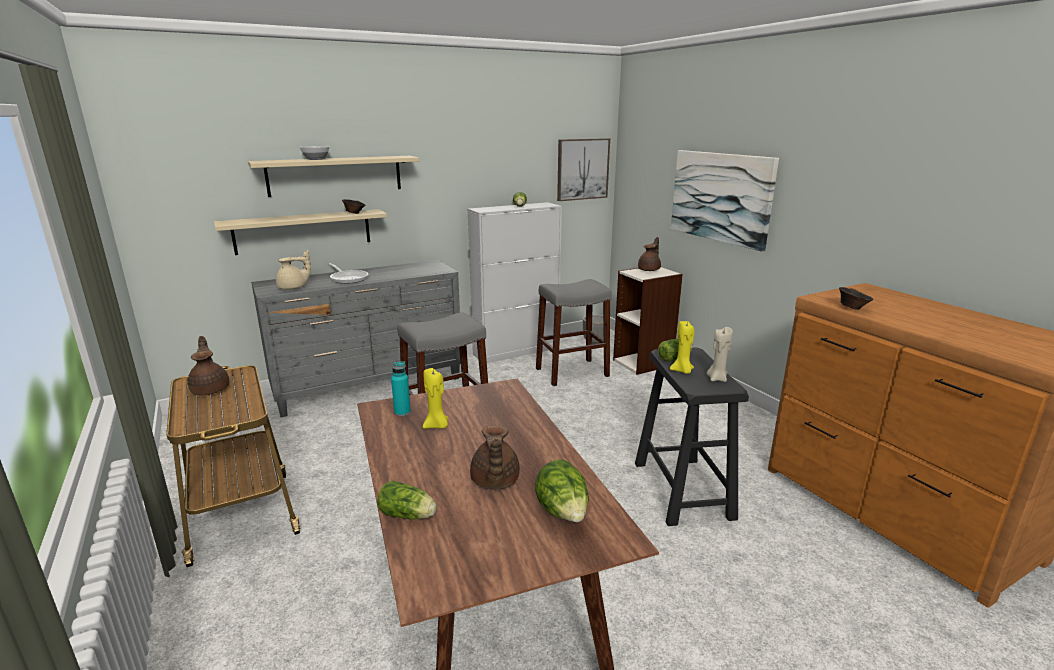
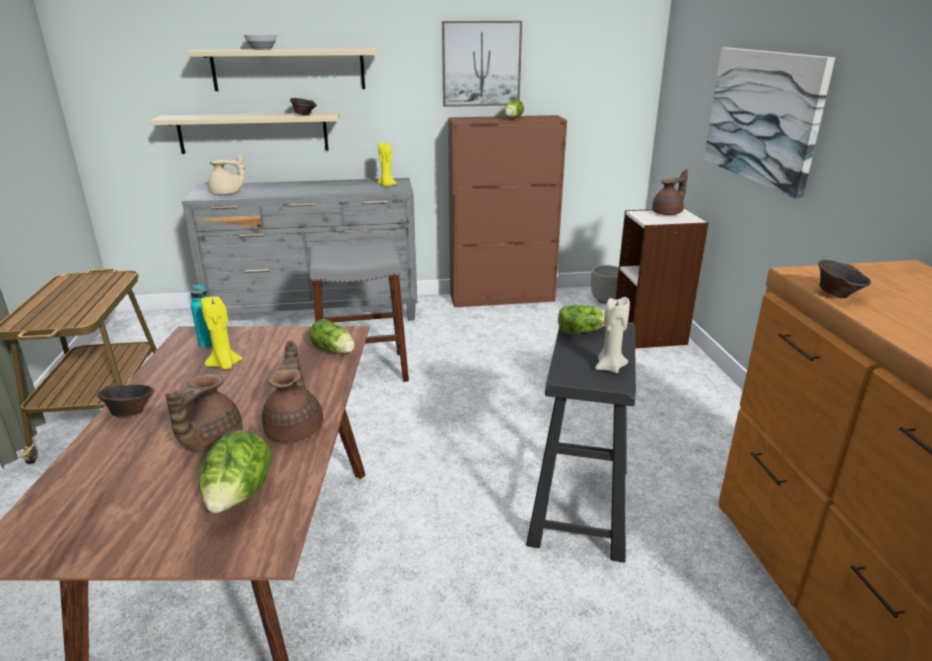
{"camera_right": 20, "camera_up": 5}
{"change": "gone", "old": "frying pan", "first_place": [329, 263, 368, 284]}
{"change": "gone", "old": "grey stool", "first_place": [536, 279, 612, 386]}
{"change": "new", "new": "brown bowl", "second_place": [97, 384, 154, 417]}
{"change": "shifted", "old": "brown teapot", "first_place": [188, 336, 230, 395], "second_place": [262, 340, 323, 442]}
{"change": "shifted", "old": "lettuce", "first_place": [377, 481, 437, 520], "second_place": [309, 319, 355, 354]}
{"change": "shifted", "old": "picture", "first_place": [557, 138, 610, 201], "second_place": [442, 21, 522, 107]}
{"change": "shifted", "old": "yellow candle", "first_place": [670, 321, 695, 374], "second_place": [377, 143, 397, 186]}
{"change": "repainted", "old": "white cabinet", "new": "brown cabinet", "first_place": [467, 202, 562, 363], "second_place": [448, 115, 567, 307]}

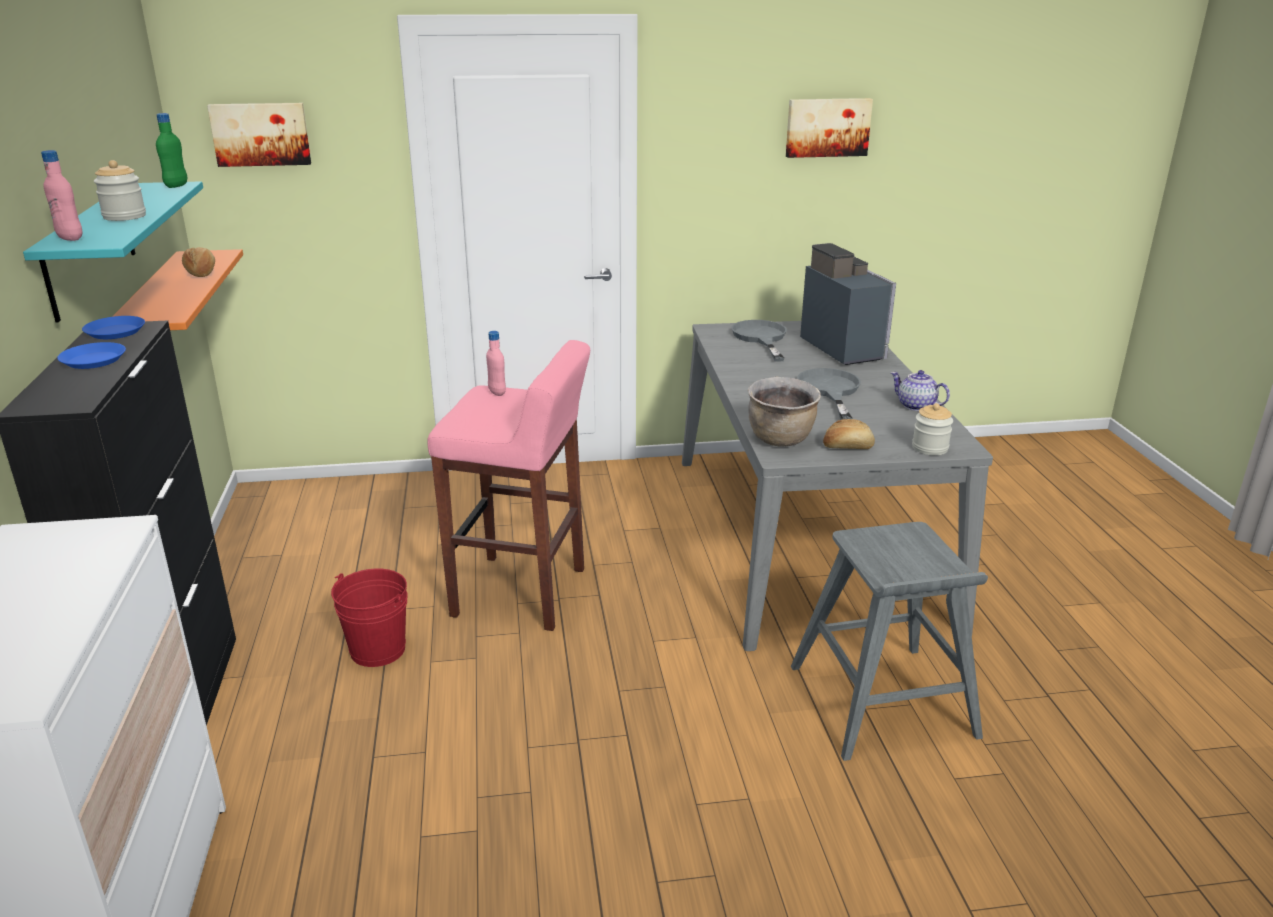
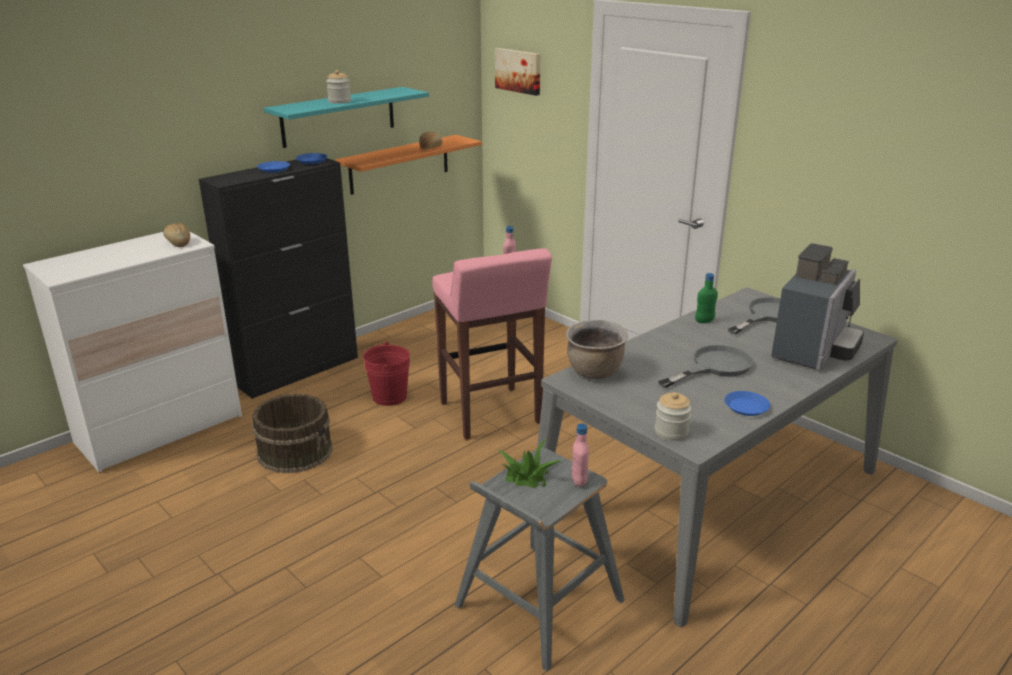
{"camera_right": 55, "camera_up": 0}
{"change": "gone", "old": "picture", "first_place": [786, 98, 873, 158]}
{"change": "new", "new": "brown bucket", "second_place": [252, 394, 333, 473]}
{"change": "new", "new": "potted plant", "second_place": [496, 438, 561, 488]}
{"change": "shifted", "old": "pink bottle", "first_place": [41, 150, 83, 241], "second_place": [572, 423, 589, 487]}
{"change": "shifted", "old": "green bottle", "first_place": [156, 113, 187, 188], "second_place": [695, 273, 718, 323]}
{"change": "shifted", "old": "bread", "first_place": [823, 419, 875, 449], "second_place": [163, 223, 190, 247]}
{"change": "swapped", "old": "teapot", "new": "blue plate", "first_place": [891, 370, 950, 411], "second_place": [724, 391, 770, 416]}

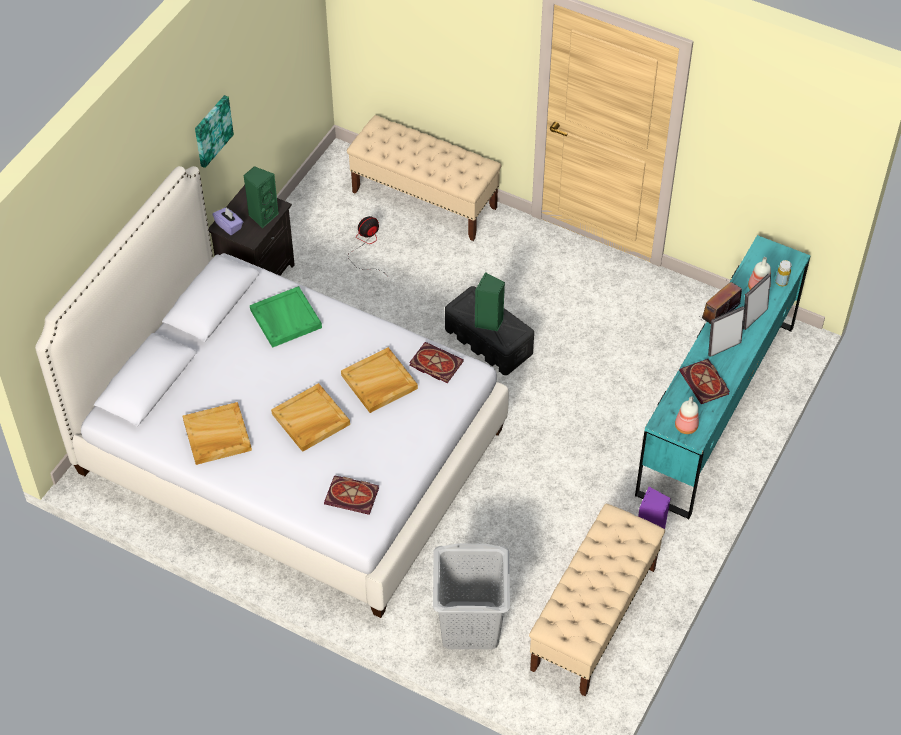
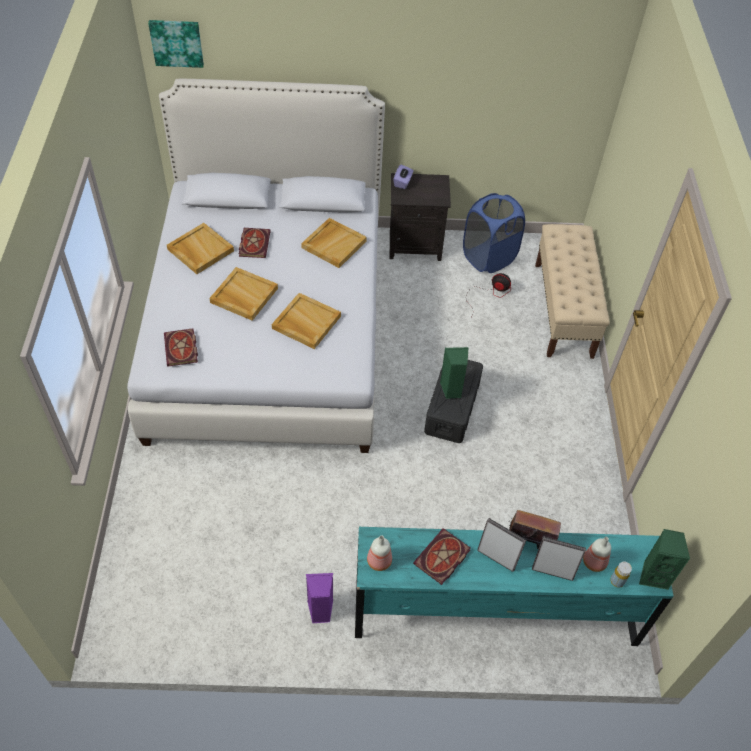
{"camera_right": 60, "camera_up": 0}
{"change": "gone", "old": "grey laundry basket", "first_place": [433, 544, 510, 649]}
{"change": "gone", "old": "beige bench", "first_place": [529, 503, 665, 697]}
{"change": "new", "new": "blue laundry basket", "second_place": [463, 193, 525, 273]}
{"change": "shifted", "old": "picture", "first_place": [195, 95, 234, 168], "second_place": [148, 20, 204, 68]}
{"change": "shifted", "old": "green speaker", "first_place": [243, 166, 279, 228], "second_place": [639, 529, 690, 590]}
{"change": "shifted", "old": "book", "first_place": [409, 342, 464, 383], "second_place": [239, 228, 271, 258]}
{"change": "repainted", "old": "green tray", "new": "beige tray", "first_place": [250, 286, 322, 348], "second_place": [301, 218, 367, 268]}

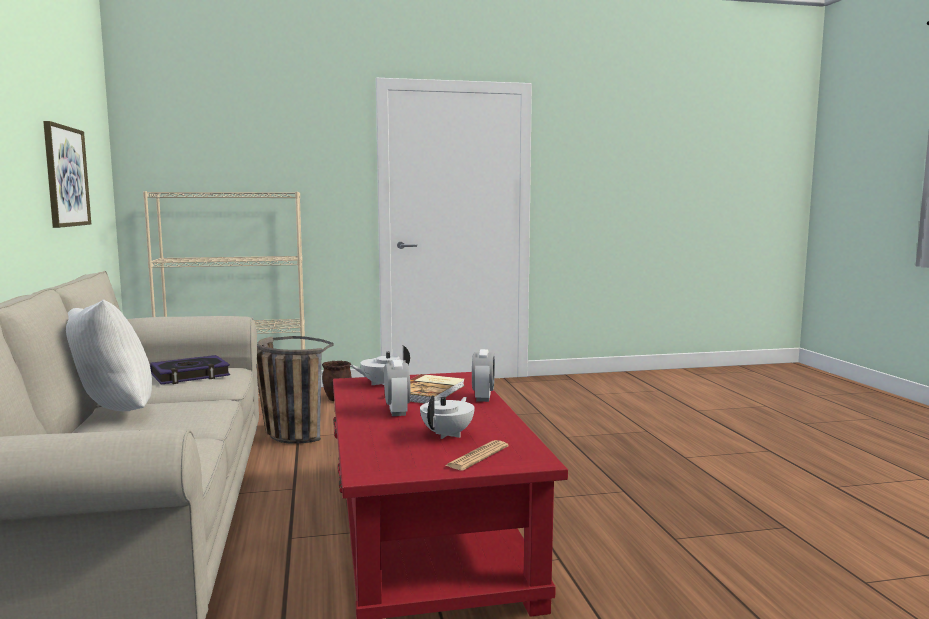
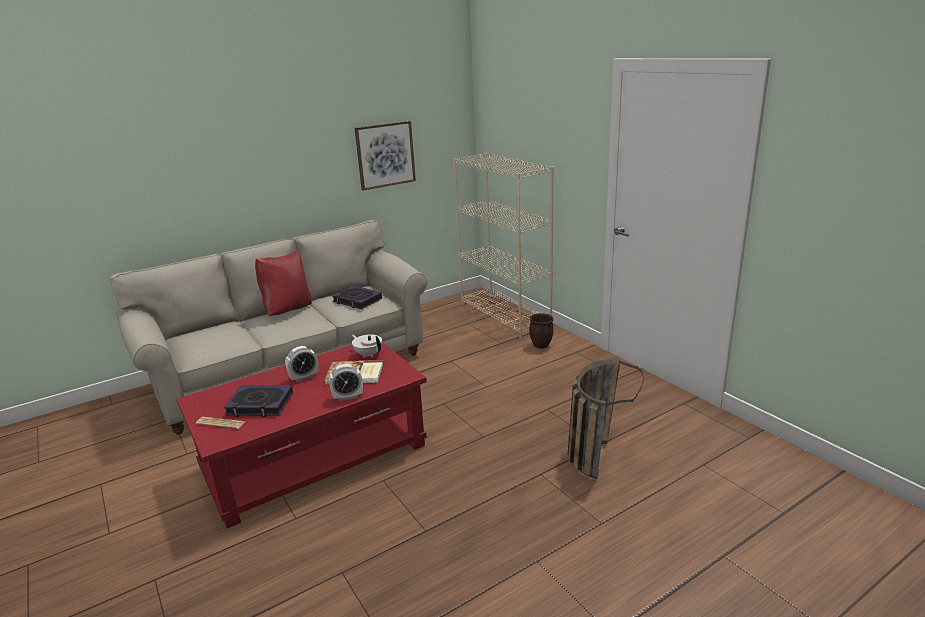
{"camera_right": 70, "camera_up": 15}
{"change": "shifted", "old": "basket", "first_place": [257, 336, 334, 444], "second_place": [568, 359, 644, 479]}
{"change": "swapped", "old": "white teapot", "new": "book", "first_place": [420, 396, 475, 439], "second_place": [224, 385, 293, 417]}
{"change": "repainted", "old": "white pillow", "new": "red pillow", "first_place": [66, 299, 152, 411], "second_place": [255, 251, 312, 316]}

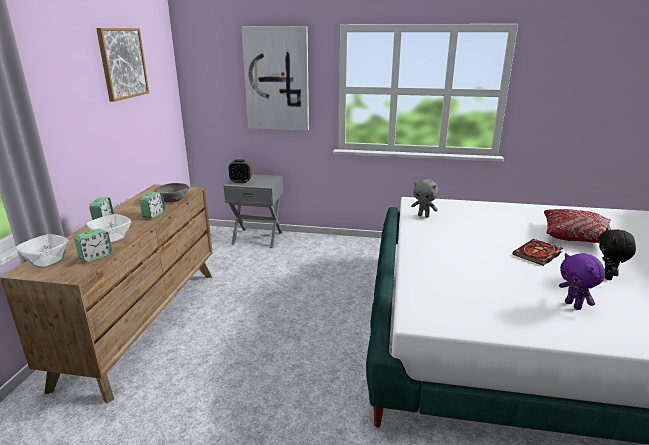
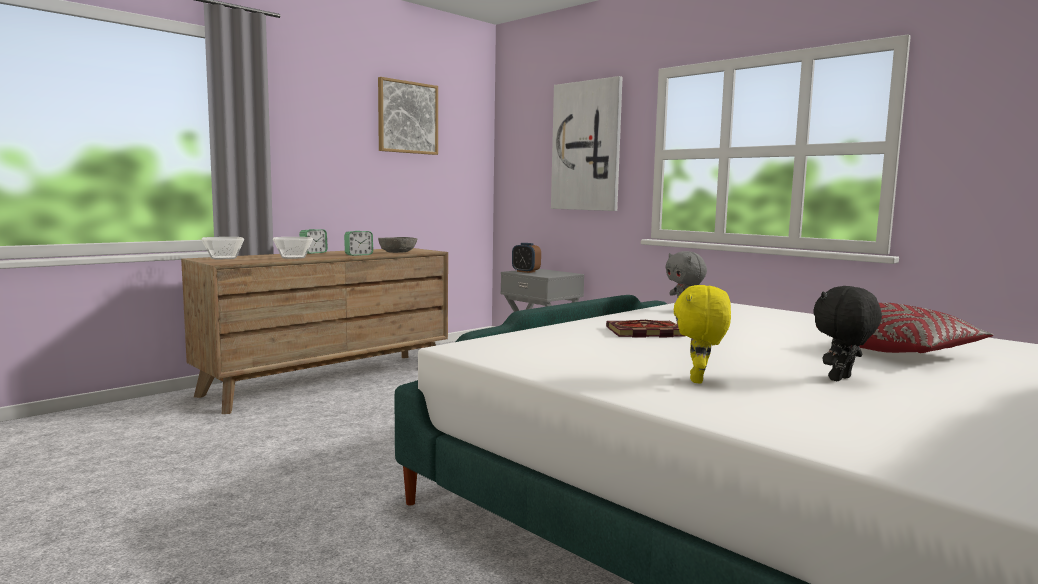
{"camera_right": 35, "camera_up": -15}
{"change": "gone", "old": "alarm clock", "first_place": [74, 229, 112, 262]}
{"change": "shifted", "old": "book", "first_place": [512, 239, 563, 266], "second_place": [606, 320, 684, 338]}
{"change": "repainted", "old": "purple plush toy", "new": "yellow plush toy", "first_place": [559, 253, 605, 310], "second_place": [674, 285, 731, 384]}

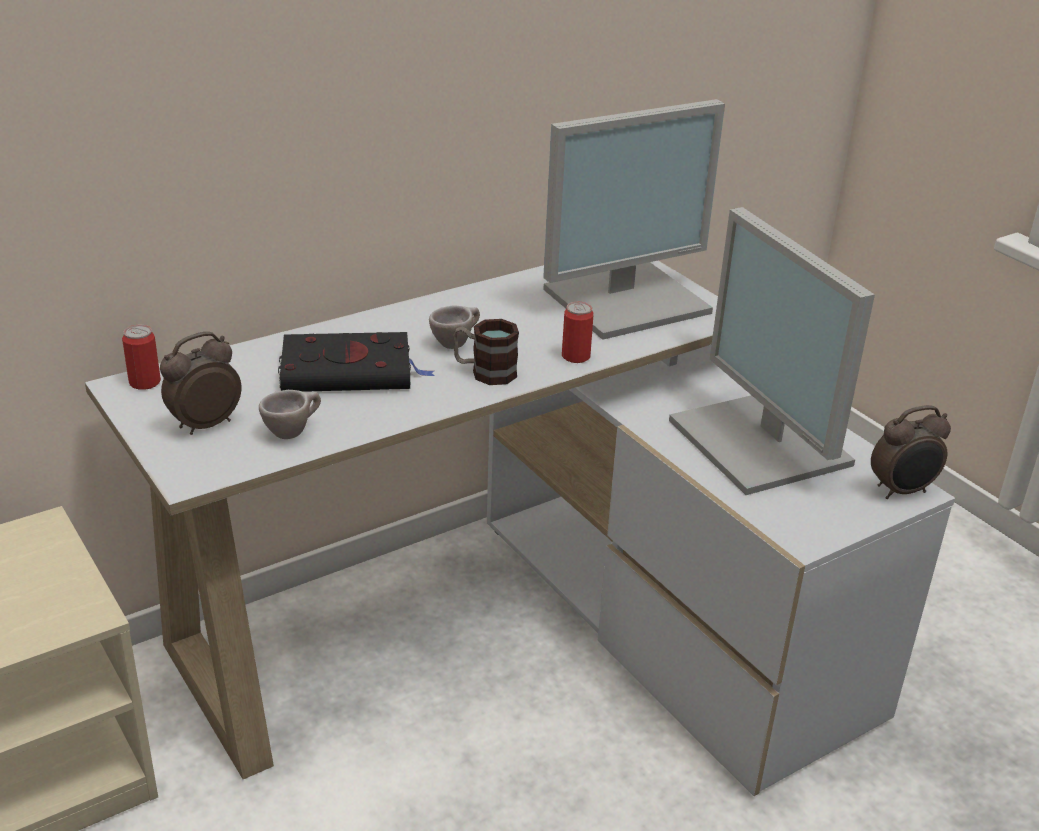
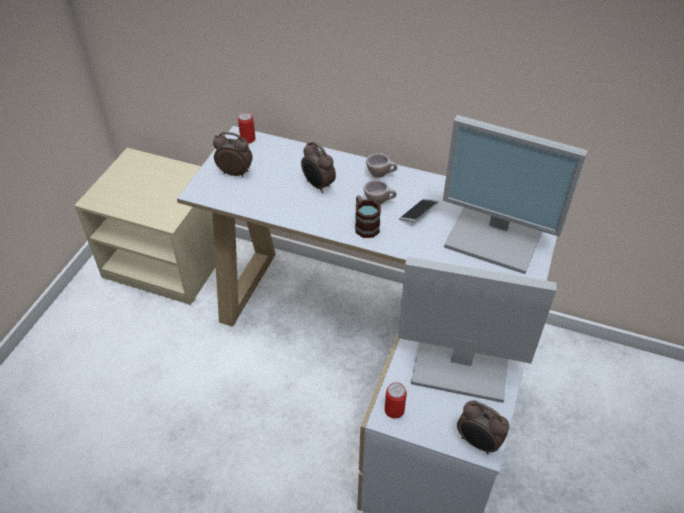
{"camera_right": 55, "camera_up": 15}
{"change": "new", "new": "phone", "second_place": [399, 199, 439, 222]}
{"change": "shifted", "old": "beige cup", "first_place": [259, 390, 321, 439], "second_place": [366, 153, 398, 178]}
{"change": "shifted", "old": "can", "first_place": [562, 302, 594, 363], "second_place": [385, 382, 407, 419]}
{"change": "swapped", "old": "black book", "new": "alarm clock", "first_place": [278, 332, 435, 392], "second_place": [301, 142, 336, 193]}
{"change": "rotated", "old": "monitor", "first_place": [669, 207, 875, 495], "second_place": [398, 257, 557, 403], "degrees": 75}

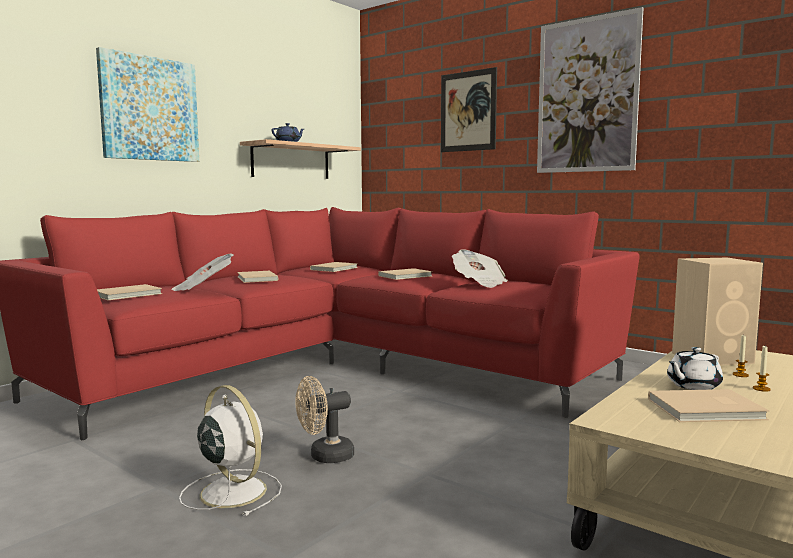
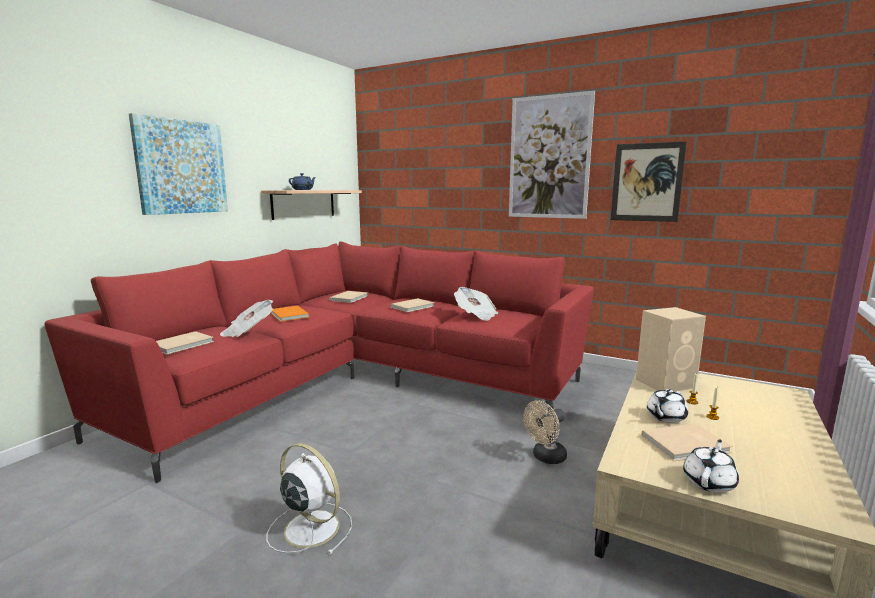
{"camera_right": -10, "camera_up": 5}
{"change": "new", "new": "white teapot", "second_place": [683, 439, 739, 493]}
{"change": "shifted", "old": "beige fan", "first_place": [295, 376, 354, 463], "second_place": [523, 400, 567, 464]}
{"change": "shifted", "old": "picture", "first_place": [441, 67, 497, 152], "second_place": [611, 141, 687, 222]}
{"change": "repainted", "old": "beige book", "new": "orange book", "first_place": [237, 271, 279, 283], "second_place": [271, 306, 310, 322]}

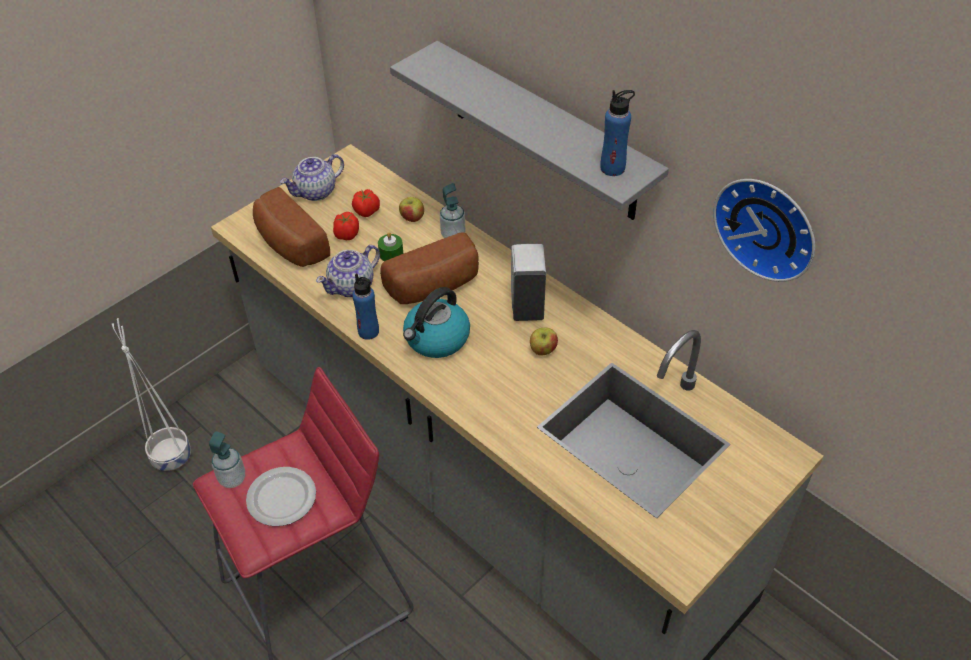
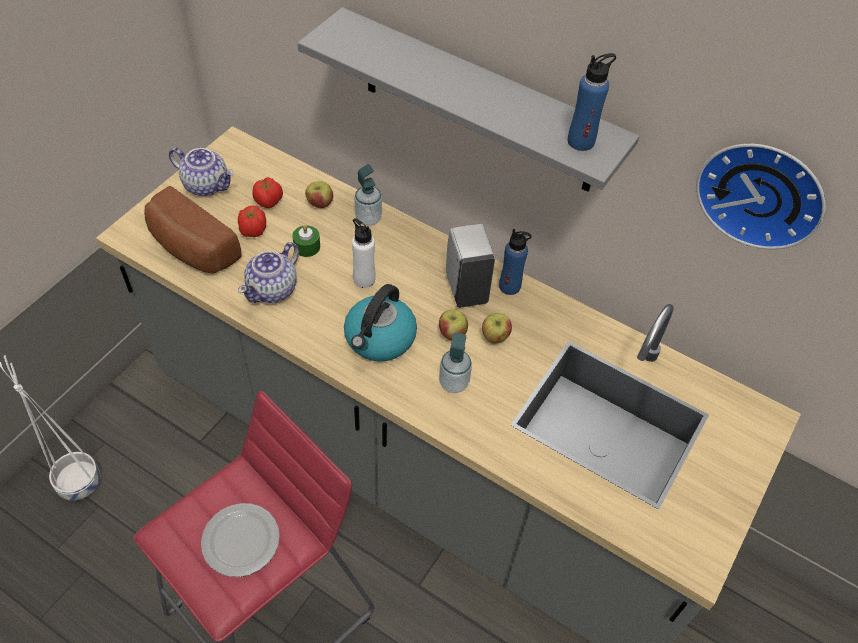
{"camera_right": -15, "camera_up": 5}
{"change": "new", "new": "apple", "second_place": [439, 309, 468, 340]}
{"change": "shifted", "old": "soap dispenser", "first_place": [209, 431, 245, 488], "second_place": [439, 333, 472, 393]}
{"change": "shifted", "old": "blue bottle", "first_place": [352, 274, 379, 340], "second_place": [499, 229, 532, 295]}
{"change": "swapped", "old": "bread", "new": "white bottle", "first_place": [380, 232, 479, 304], "second_place": [352, 218, 376, 288]}
{"change": "rotated", "old": "teapot", "first_place": [280, 154, 344, 201], "second_place": [169, 147, 234, 196], "degrees": -105}

